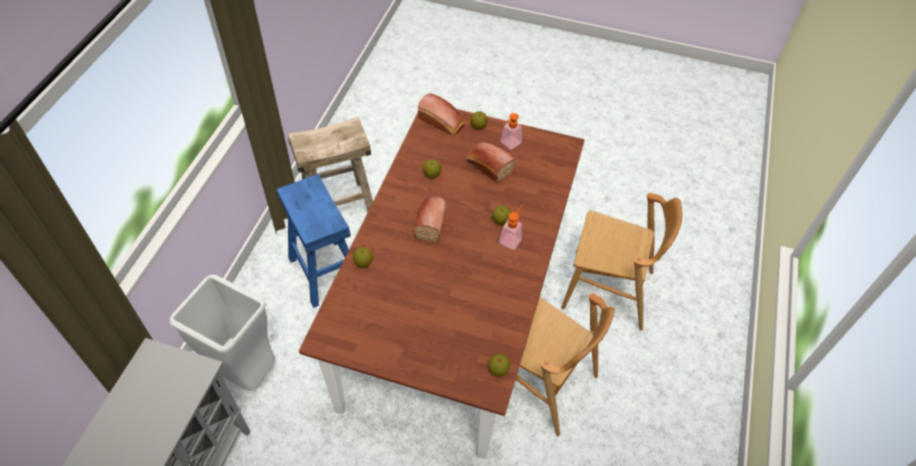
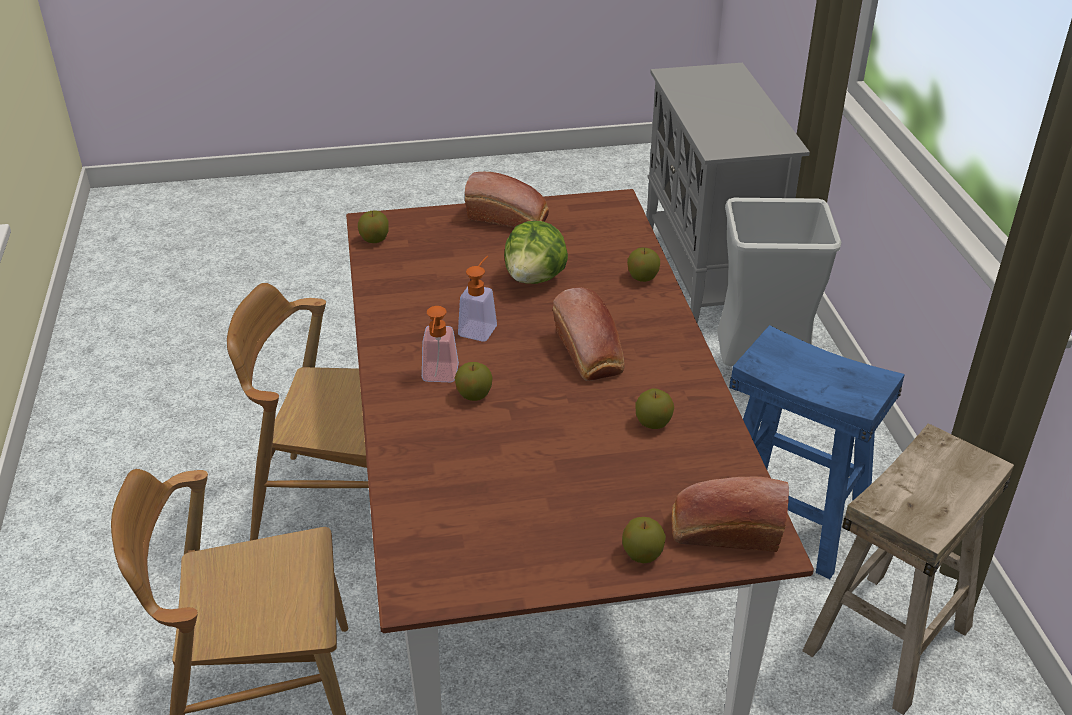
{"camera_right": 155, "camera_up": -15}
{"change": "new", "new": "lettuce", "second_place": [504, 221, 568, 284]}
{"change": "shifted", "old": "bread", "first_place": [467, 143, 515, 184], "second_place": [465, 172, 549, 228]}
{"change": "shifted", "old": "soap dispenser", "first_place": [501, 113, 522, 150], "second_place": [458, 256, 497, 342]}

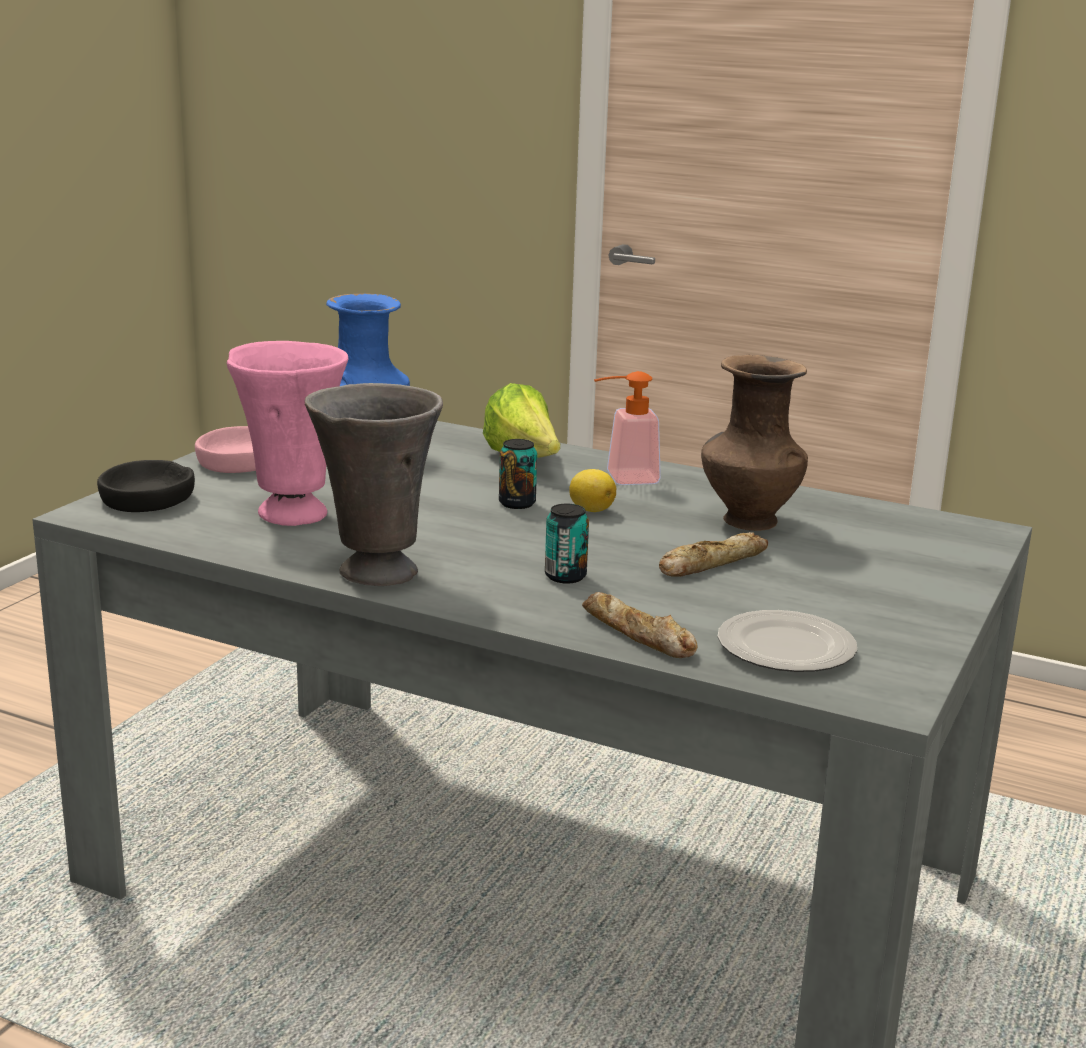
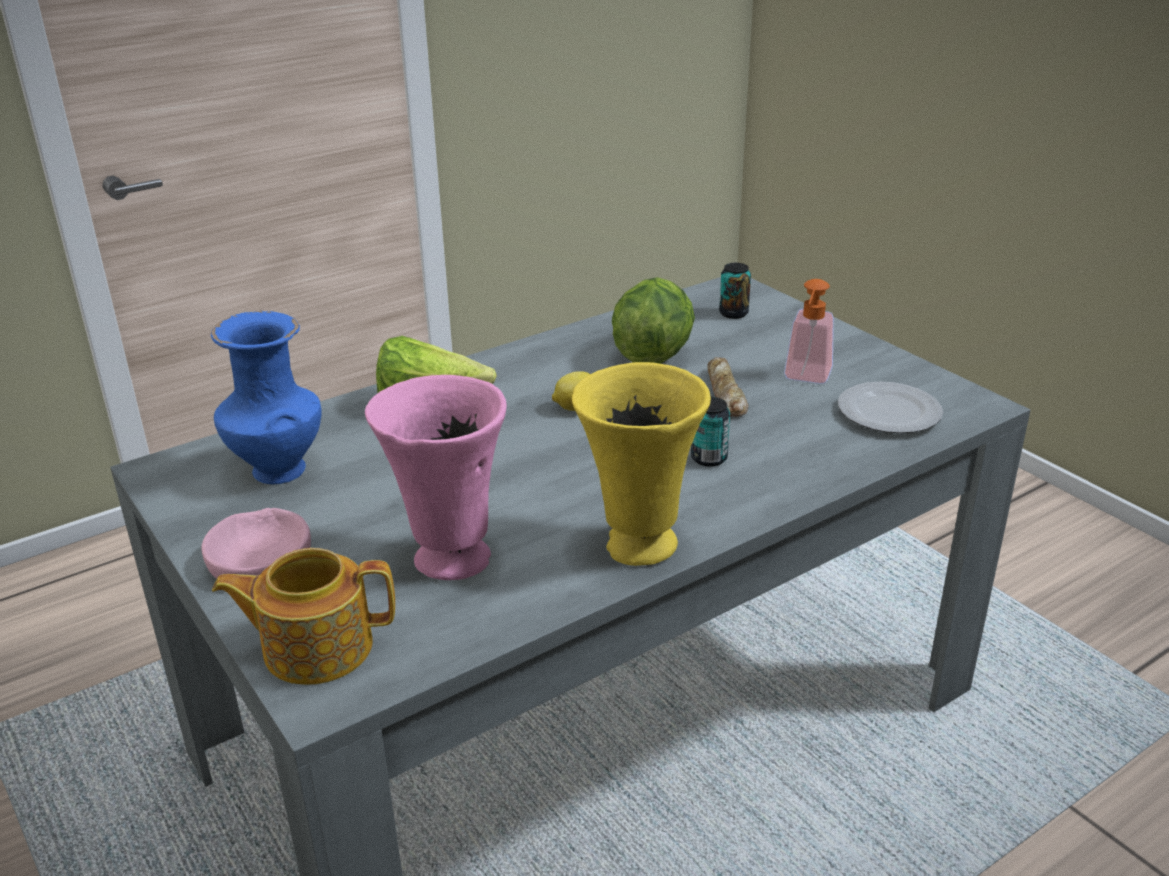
{"camera_right": -60, "camera_up": 10}
{"change": "gone", "old": "bread", "first_place": [582, 592, 698, 658]}
{"change": "shifted", "old": "can", "first_place": [499, 439, 537, 509], "second_place": [719, 263, 751, 319]}
{"change": "shifted", "old": "soap dispenser", "first_place": [594, 371, 661, 485], "second_place": [784, 279, 834, 384]}
{"change": "swapped", "old": "black bowl", "new": "teapot", "first_place": [97, 460, 195, 512], "second_place": [212, 548, 395, 685]}
{"change": "swapped", "old": "brown vase", "new": "lettuce", "first_place": [701, 355, 808, 531], "second_place": [612, 277, 695, 364]}
{"change": "repainted", "old": "grey vase", "new": "yellow vase", "first_place": [305, 383, 443, 586], "second_place": [572, 362, 711, 566]}

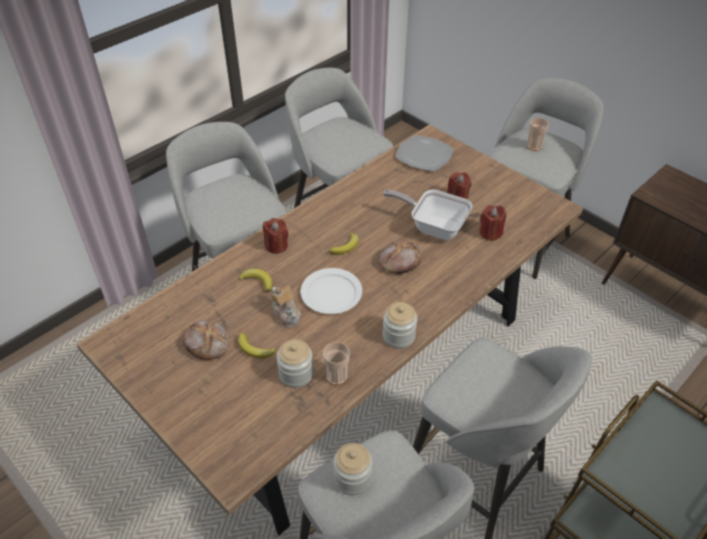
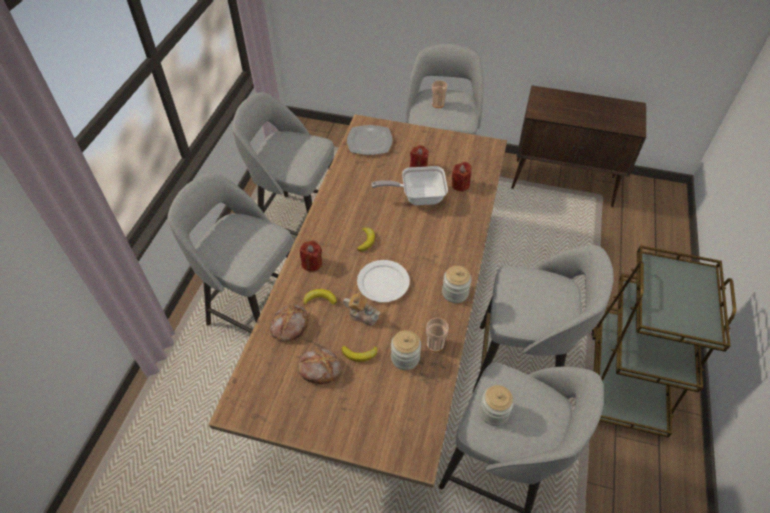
{"camera_right": -30, "camera_up": 5}
{"change": "shifted", "old": "bread", "first_place": [378, 241, 422, 274], "second_place": [270, 305, 309, 342]}

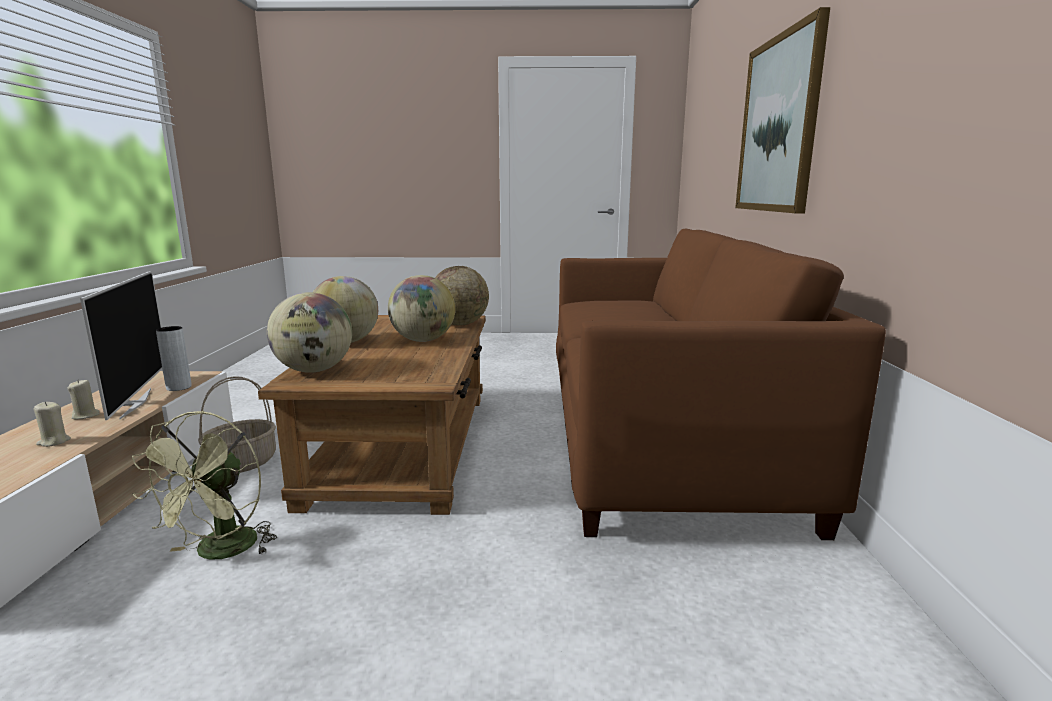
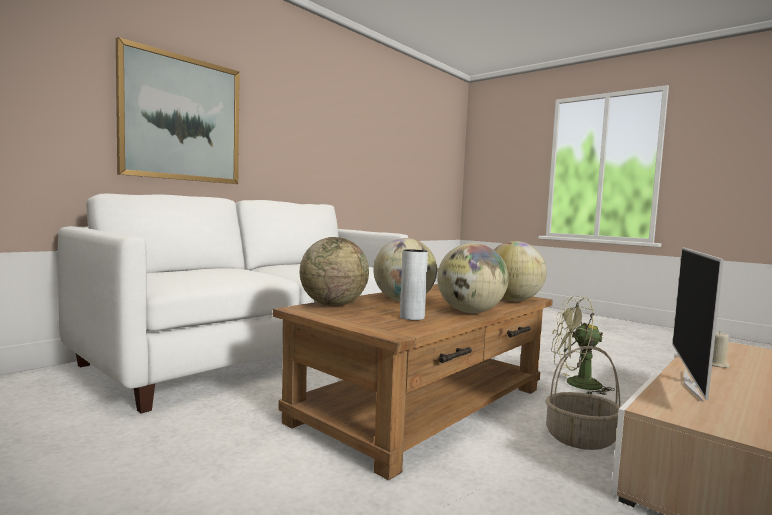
{"camera_right": -140, "camera_up": -10}
{"change": "gone", "old": "beige candle", "first_place": [67, 379, 100, 419]}
{"change": "shifted", "old": "grey vase", "first_place": [156, 326, 192, 391], "second_place": [400, 249, 428, 320]}
{"change": "repainted", "old": "brown sofa", "new": "white sofa", "first_place": [556, 229, 886, 540], "second_place": [57, 194, 408, 414]}
{"change": "rotated", "old": "green fan", "first_place": [132, 411, 277, 560], "second_place": [551, 296, 615, 395], "degrees": -135}

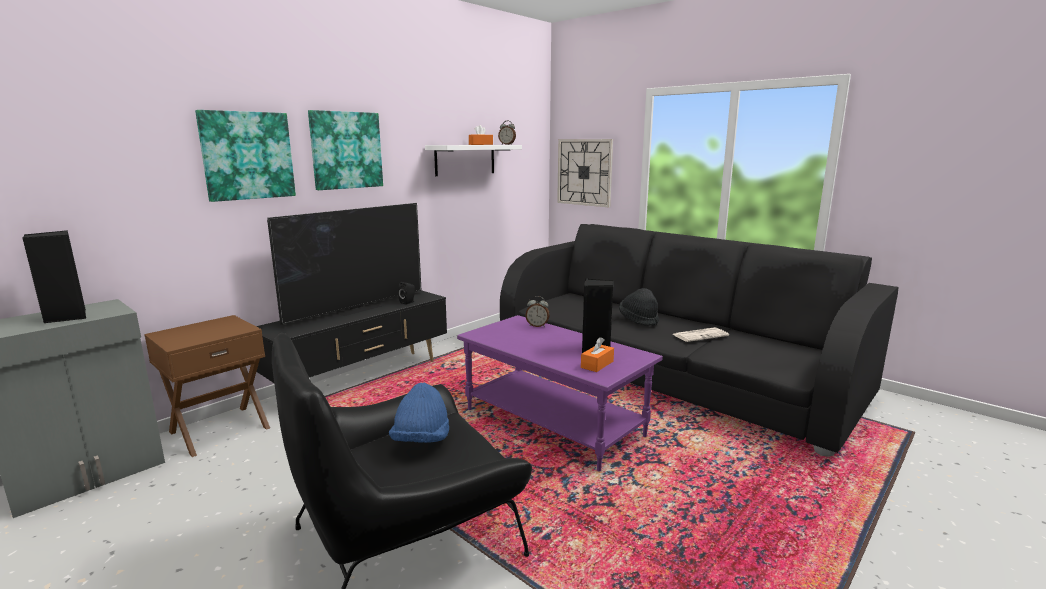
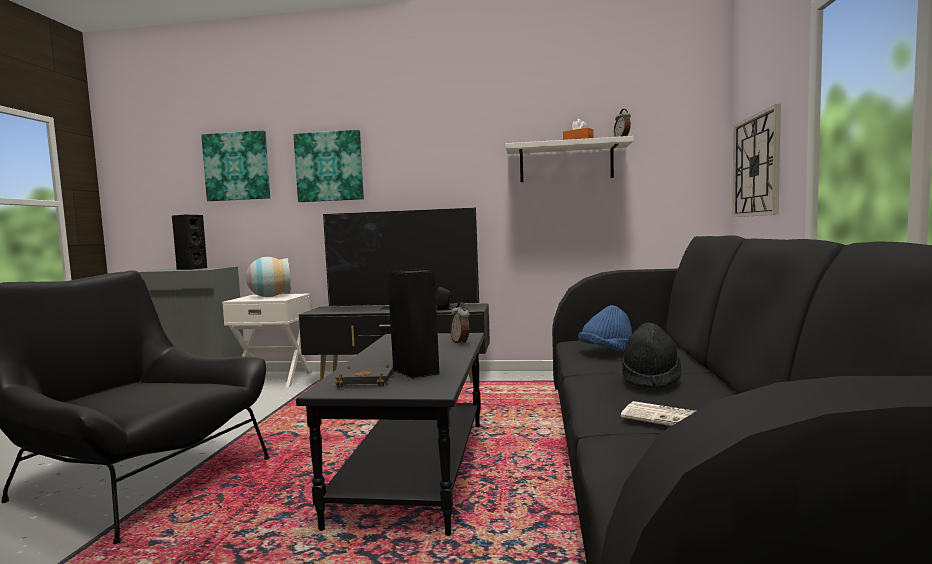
{"camera_right": 55, "camera_up": -10}
{"change": "new", "new": "vase", "second_place": [246, 257, 291, 297]}
{"change": "shifted", "old": "picture", "first_place": [308, 110, 383, 190], "second_place": [201, 130, 270, 201]}
{"change": "shifted", "old": "blue hat", "first_place": [389, 383, 449, 443], "second_place": [578, 305, 632, 351]}
{"change": "swapped", "old": "orange tissue box", "new": "black book", "first_place": [581, 337, 614, 372], "second_place": [335, 365, 393, 387]}
{"change": "repainted", "old": "brown nightstand", "new": "white nightstand", "first_place": [144, 315, 270, 457], "second_place": [222, 293, 312, 387]}
{"change": "repainted", "old": "purple coffee table", "new": "black coffee table", "first_place": [457, 315, 663, 471], "second_place": [296, 333, 485, 536]}

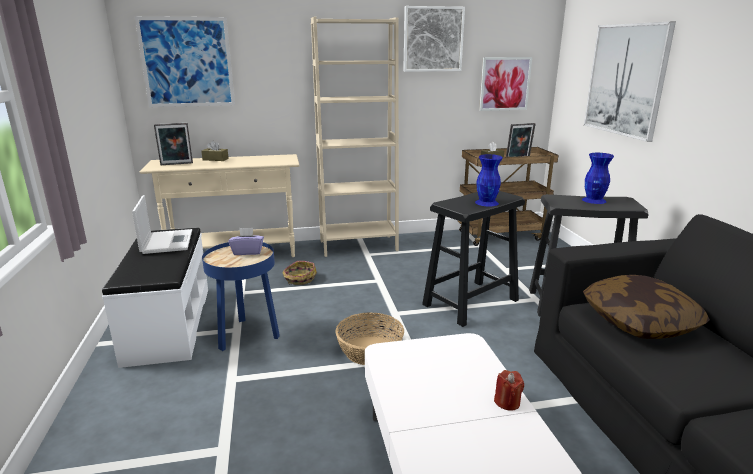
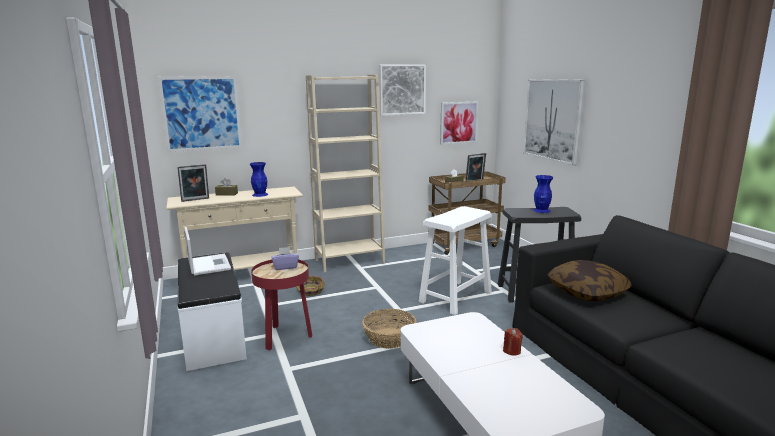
{"camera_right": -10, "camera_up": -5}
{"change": "shifted", "old": "blue vase", "first_place": [475, 154, 503, 206], "second_place": [250, 162, 268, 197]}
{"change": "repainted", "old": "blue side table", "new": "red side table", "first_place": [202, 242, 280, 351], "second_place": [251, 259, 312, 350]}
{"change": "repainted", "old": "black stool", "new": "white stool", "first_place": [422, 191, 525, 327], "second_place": [419, 206, 492, 315]}

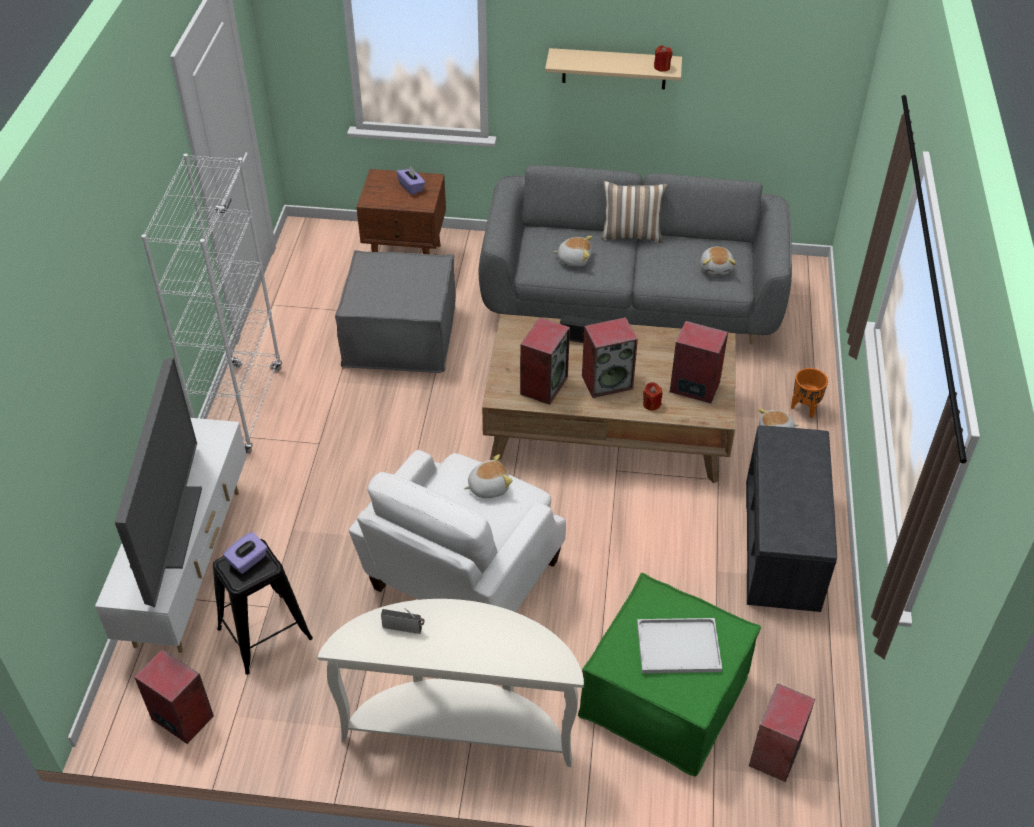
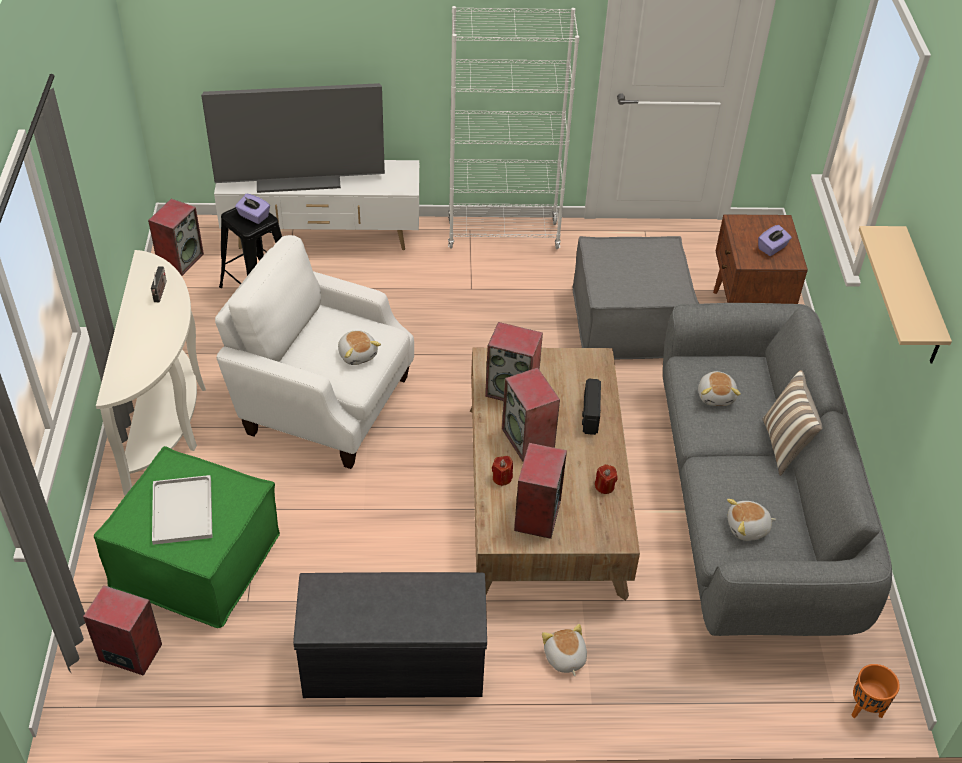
{"camera_right": 80, "camera_up": 0}
{"change": "shifted", "old": "red candle", "first_place": [654, 46, 673, 72], "second_place": [595, 464, 618, 494]}
{"change": "shifted", "old": "orange planter", "first_place": [791, 368, 828, 418], "second_place": [851, 664, 900, 718]}

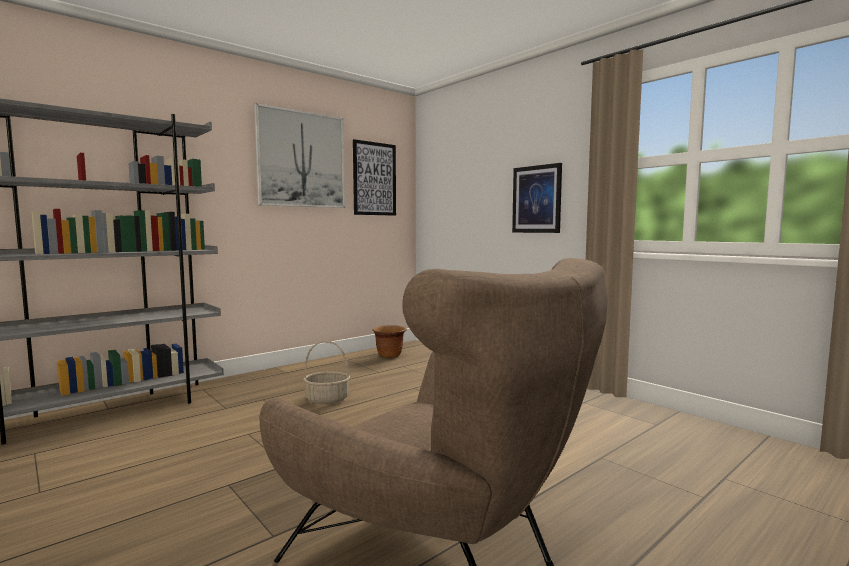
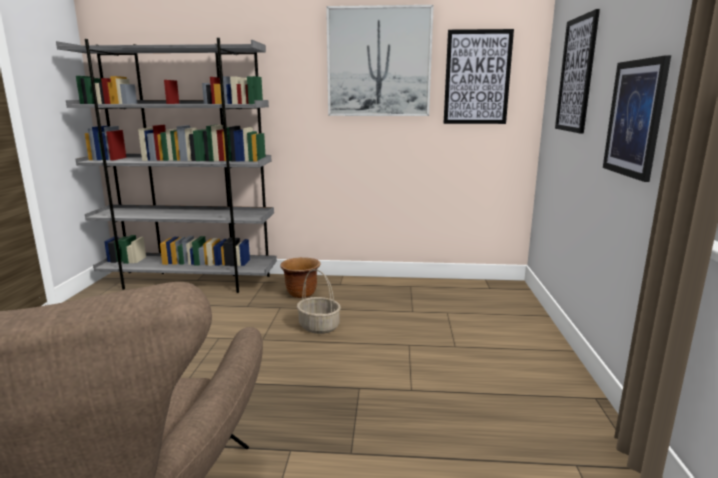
{"camera_right": 45, "camera_up": 10}
{"change": "new", "new": "picture", "second_place": [555, 9, 600, 134]}
{"change": "shifted", "old": "brown planter", "first_place": [373, 325, 407, 358], "second_place": [280, 257, 321, 298]}

